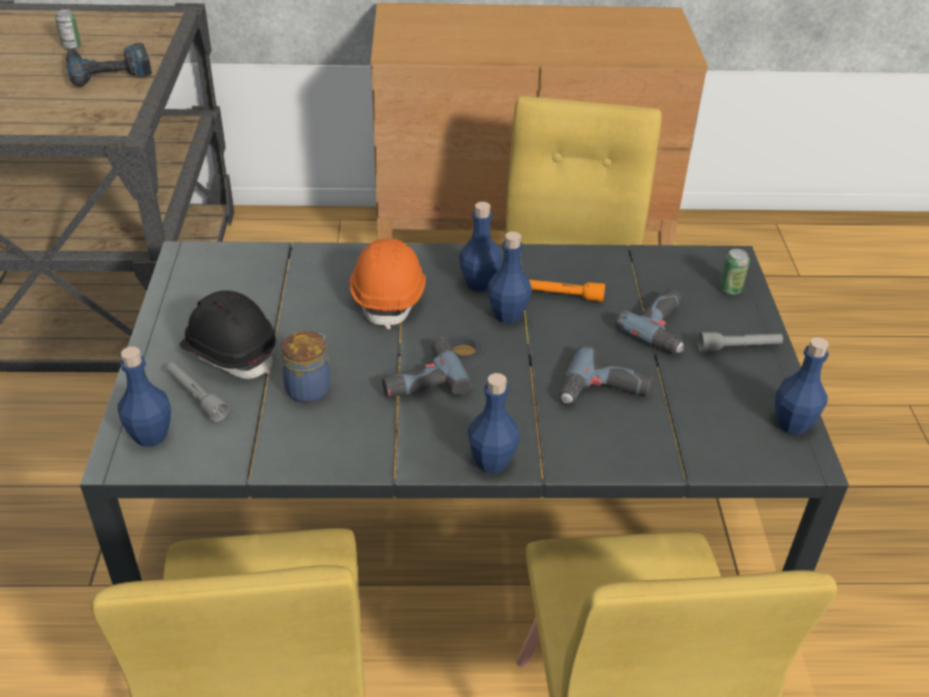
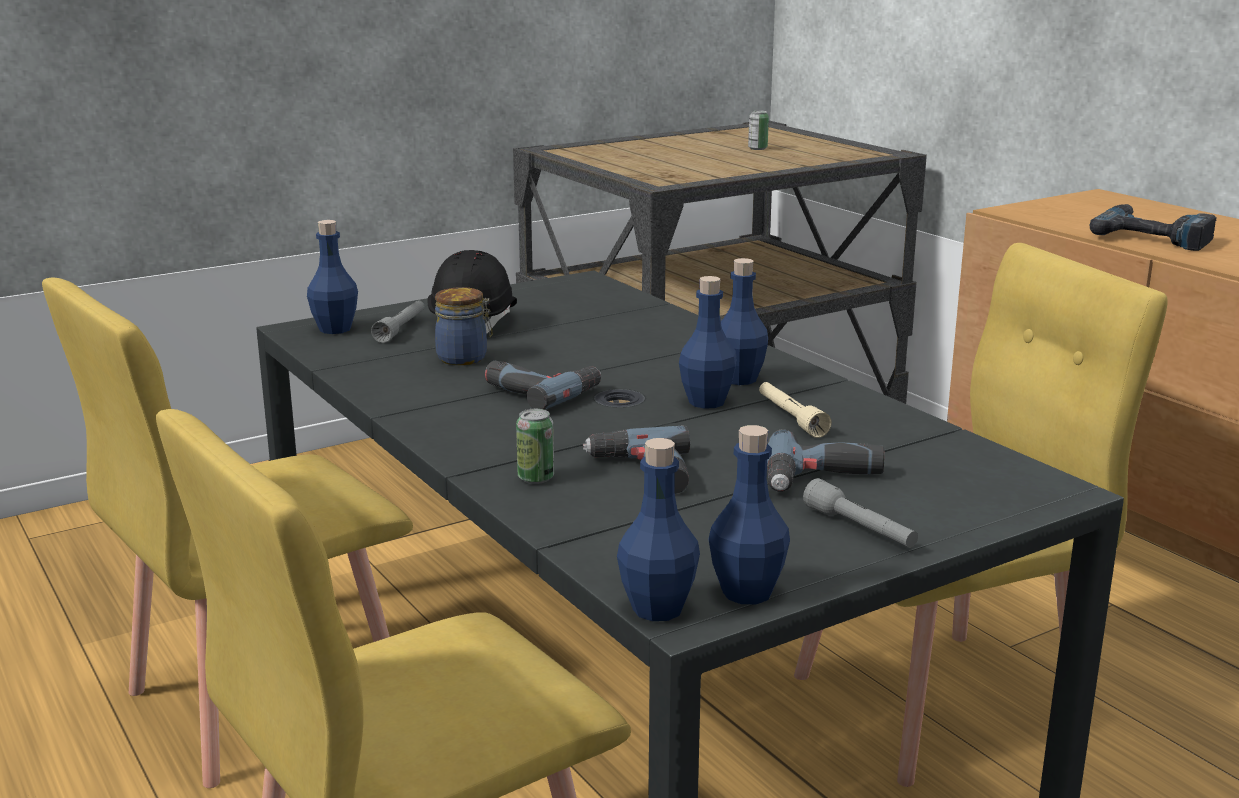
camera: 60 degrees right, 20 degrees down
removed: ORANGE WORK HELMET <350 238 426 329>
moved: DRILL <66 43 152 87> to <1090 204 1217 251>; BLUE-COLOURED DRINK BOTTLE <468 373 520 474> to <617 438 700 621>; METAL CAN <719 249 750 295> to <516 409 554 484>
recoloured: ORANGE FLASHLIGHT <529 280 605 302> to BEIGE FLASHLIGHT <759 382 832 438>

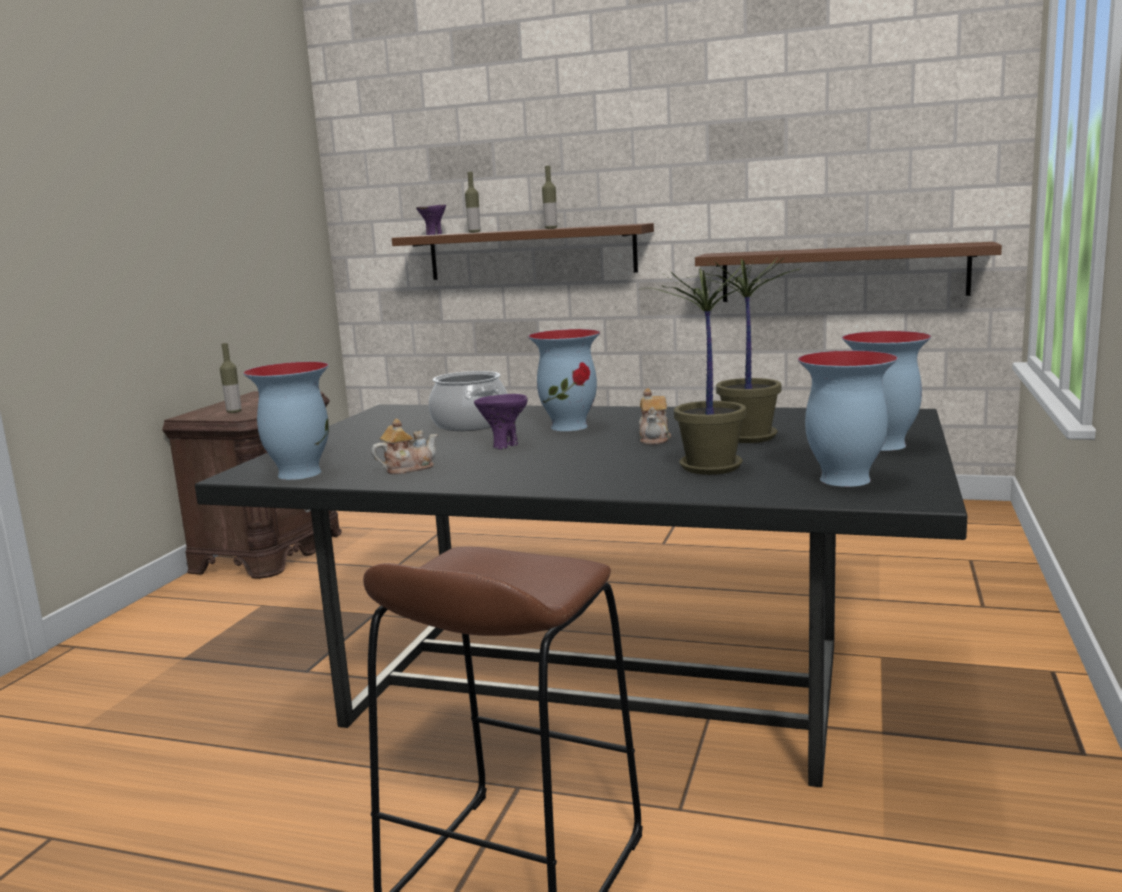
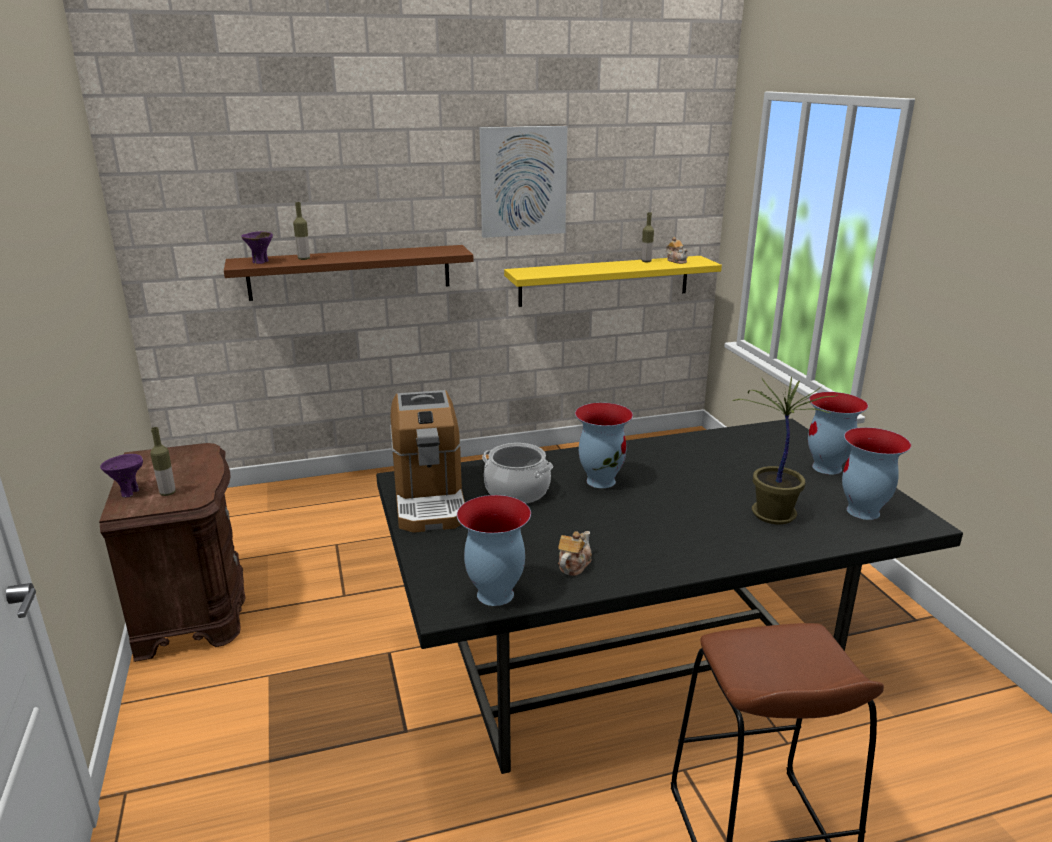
camera: 35 degrees left, 10 degrees up
removed: PLANT IN A POT <686 257 802 443>
added: COFFEE BREWER <390 390 465 533>; PICTURE <479 126 567 238>
moved: PURPLISH DEEP DISH <474 394 528 449> to <100 454 143 498>; DRINK BOTTLE <542 166 557 229> to <641 212 654 262>; POT FOR TEA <639 388 671 445> to <666 237 688 264>
recoloured: BROWN SHELF <695 242 1002 302> to YELLOW-COLOURED SHELF <504 256 722 307>

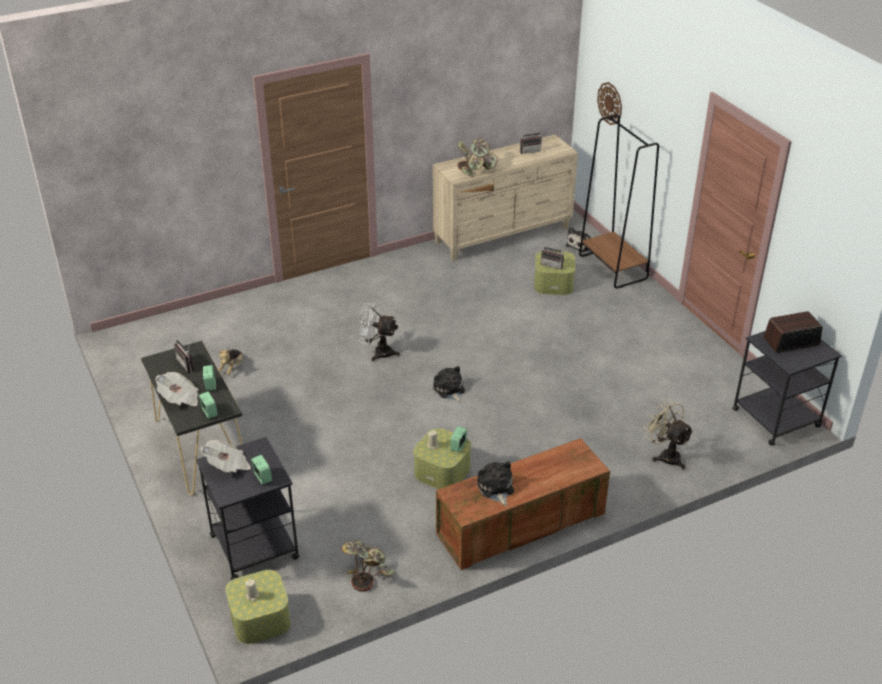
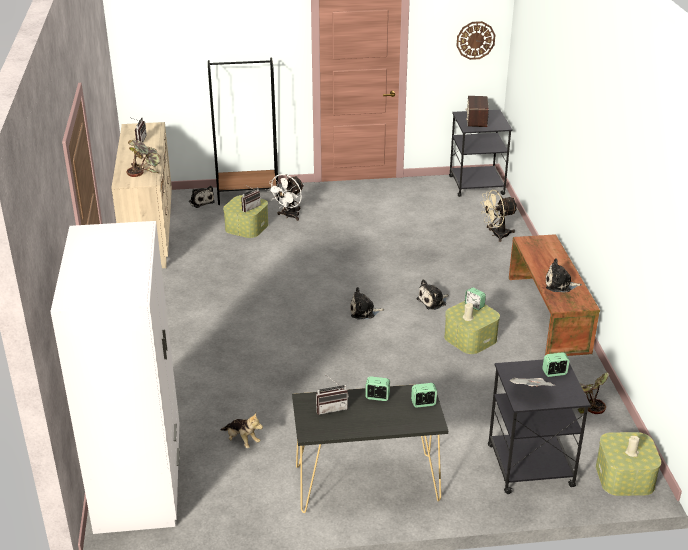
camera: 70 degrees left, 5 degrees down
removed: NEWSPAPER <155 372 199 406>
added: WHITE-COLOURED ARMOIRE <50 221 180 534>; SOFT TOY <417 279 449 310>
moved: WHITE-COLOURED ELECTRIC FAN <358 303 400 361> to <267 174 304 221>; CLOCK ON THE WALL <597 82 622 125> to <457 21 495 60>

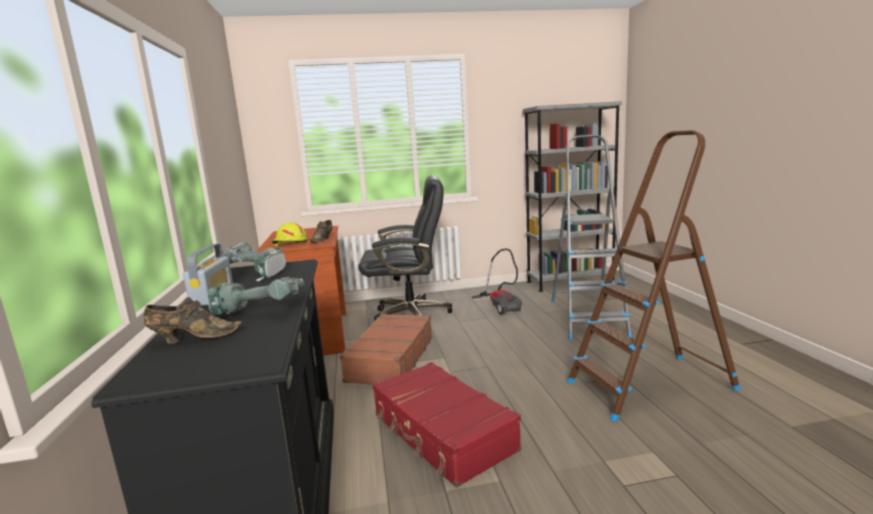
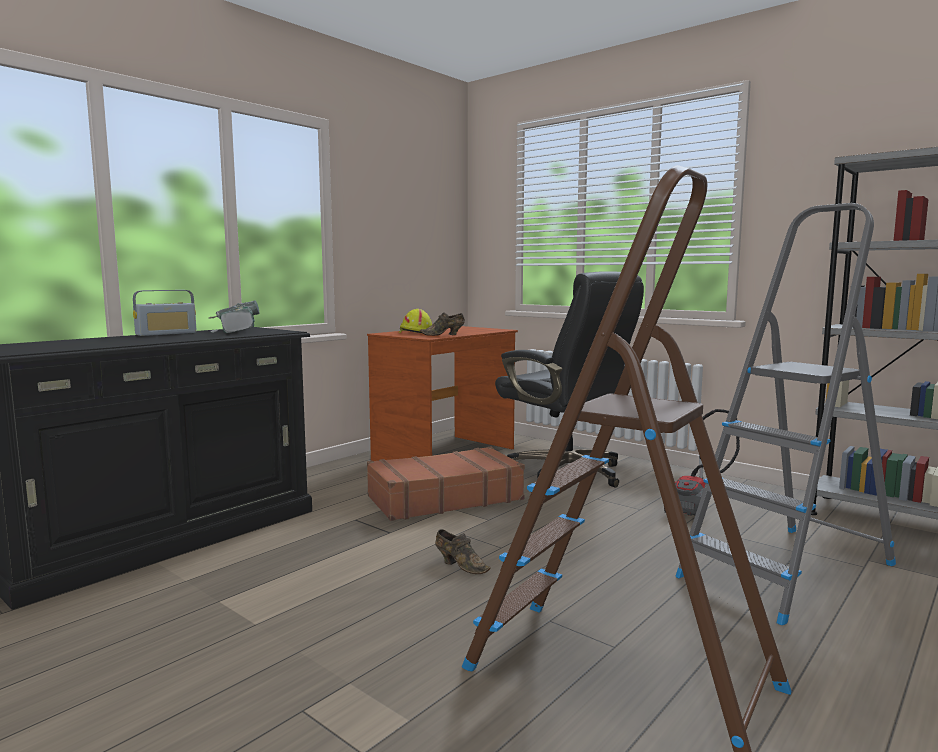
camera: 50 degrees right, 5 degrees down
removed: DRILL <208 277 304 315>; REDDISH TRAVEL CASE <373 362 521 488>
moved: BROWN SHOE <143 297 242 344> to <435 529 491 574>

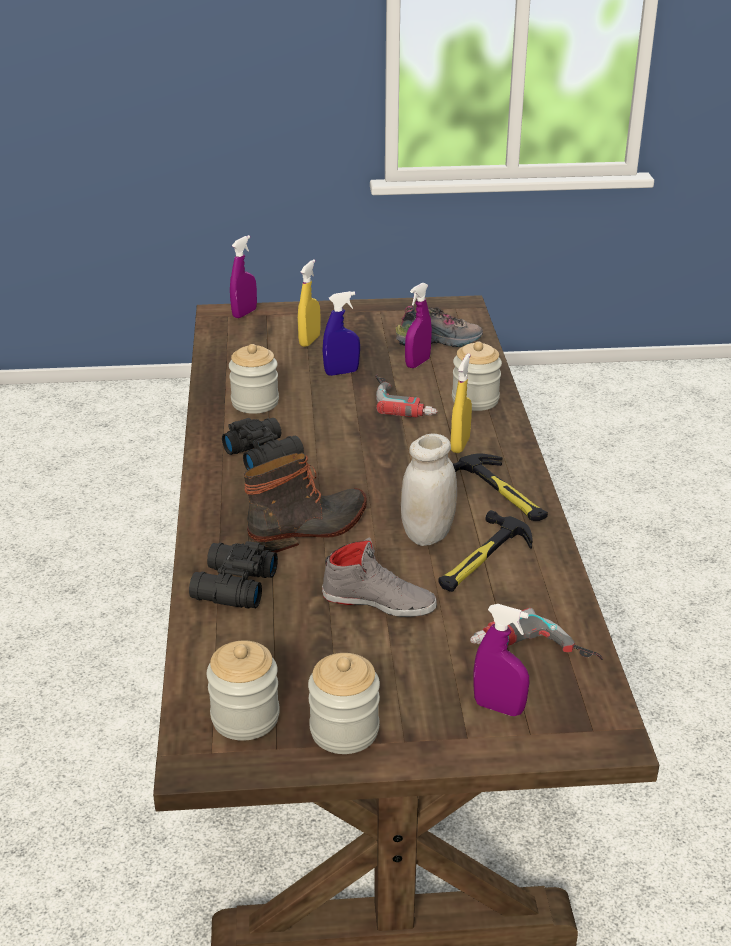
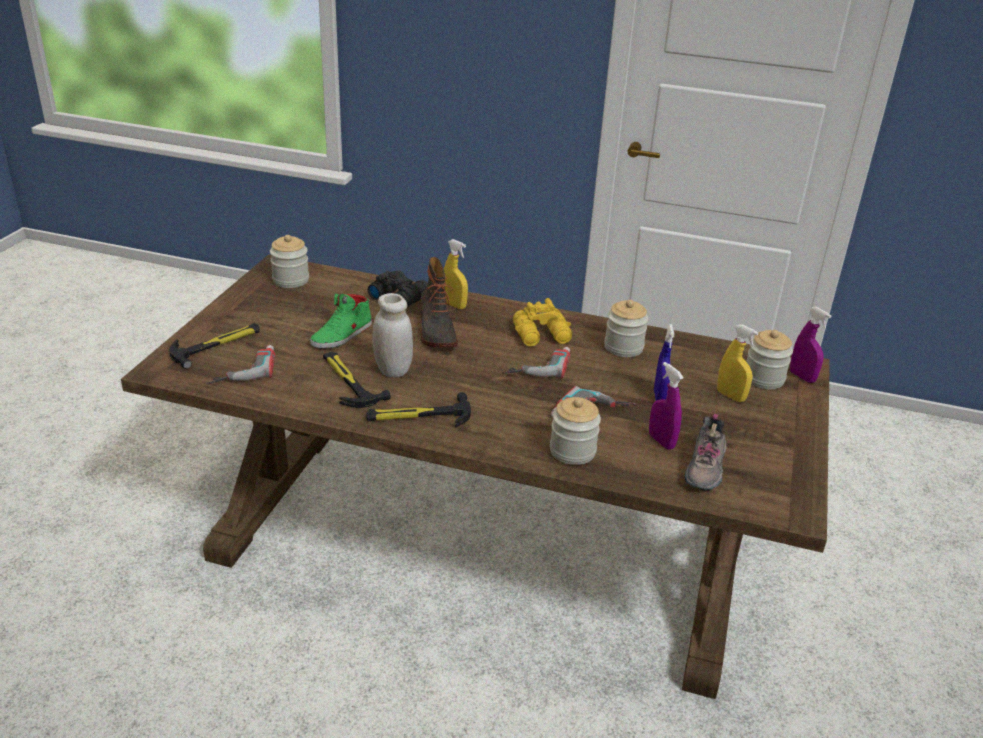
camera: 110 degrees right, 0 degrees up
added: DRILL <502 347 570 378>
moved: PRESERVE JAR <308 653 380 754> to <746 330 793 389>; YELLOW-COLOURED SPRAY BOTTLE <450 353 472 453> to <444 239 468 309>
replaced: PURPLISH SPRAY BOTTLE <473 604 529 716> to TOOL HAMMER <169 323 260 369>
recoloured: BLACKISH BINOCULARS <222 418 304 470> to YELLOW-COLOURED BINOCULARS <513 298 572 347>; GRAY SHOE <322 538 437 617> to GREEN-COLOURED SHOE <310 294 372 349>

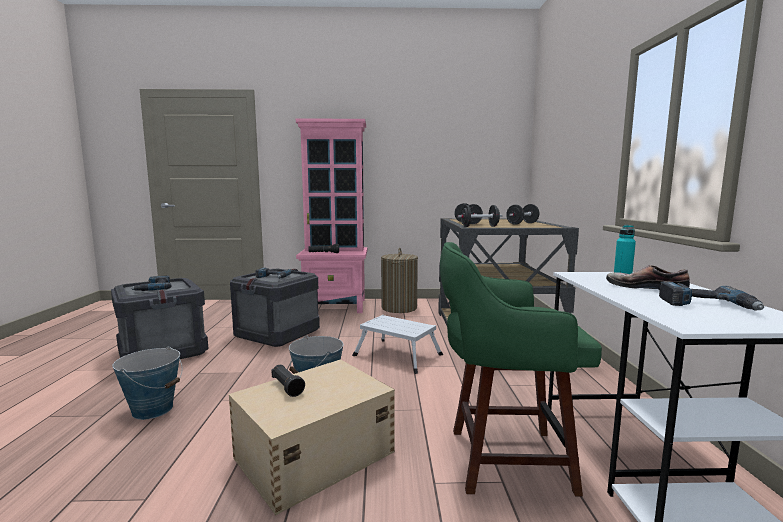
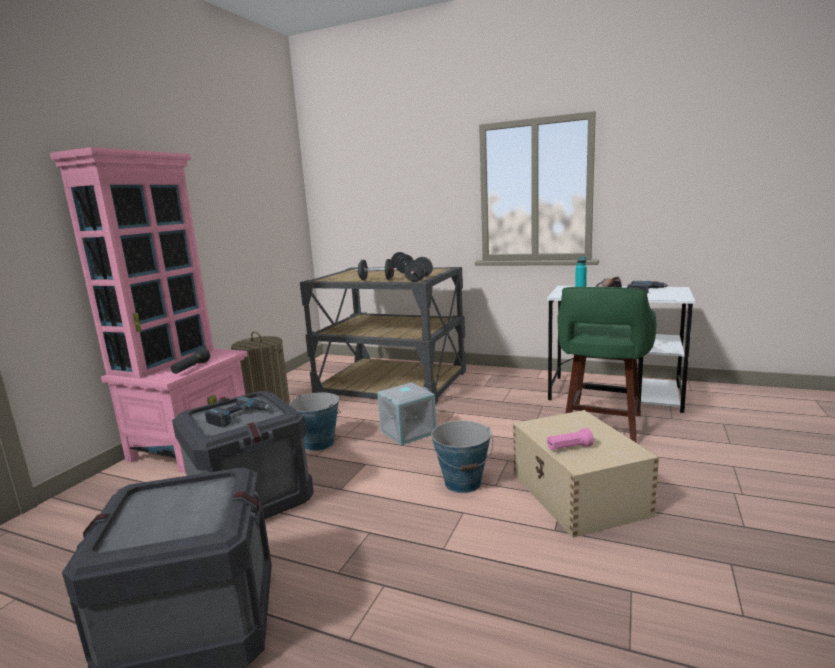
camera: 65 degrees left, 5 degrees up
removed: DRILL <130 275 172 291>
moved: BUCKET <112 346 183 420> to <289 392 341 451>
replaced: WHITE-COLOURED STEP STOOL <352 315 443 374> to GRAY STORAGE CONTAINER <377 383 436 445>
recoloured: BLACKISH FLASHLIGHT <271 365 305 397> to PINK FLASHLIGHT <547 428 594 450>

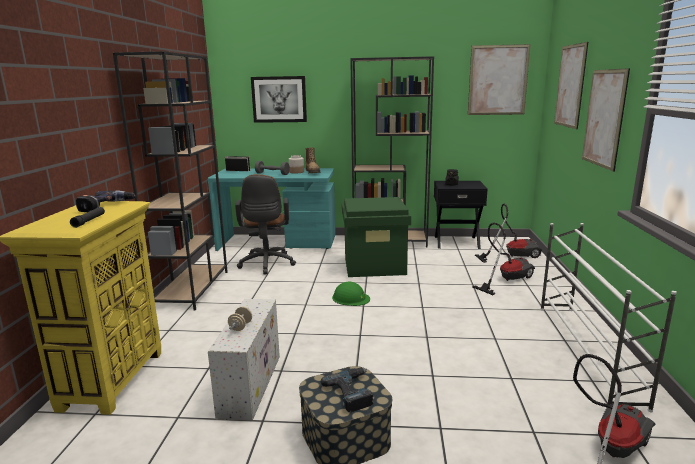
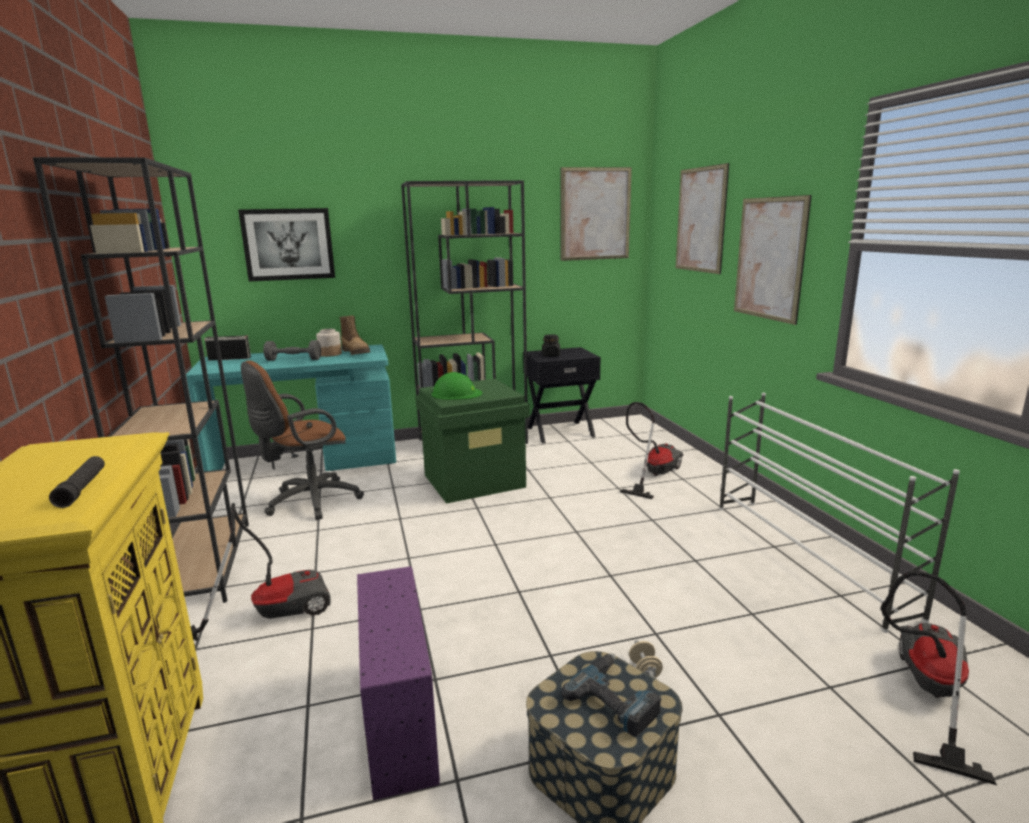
camera: 20 degrees left, 0 degrees up
removed: DRILL <76 191 136 212>
moved: BEIGE FREE WEIGHT <228 307 252 331> to <629 640 663 679>; GREEN-COLOURED WORK HELMET <332 282 370 306> to <432 372 482 400>; HOOVER <475 204 542 263> to <191 503 331 646>
recoloured: WHITE-COLOURED STORAGE CONTAINER <208 299 280 421> to PURPLISH STORAGE CONTAINER <357 566 440 800>
turned: BROWN OFFICE CHAIR <235 174 296 275> = <241 361 364 520> 75 degrees clockwise

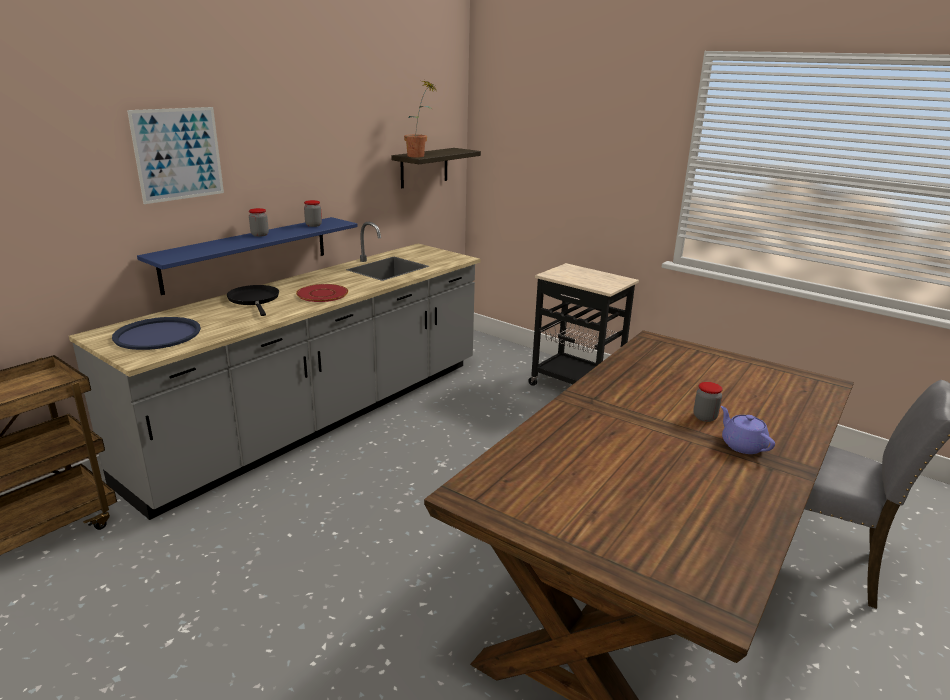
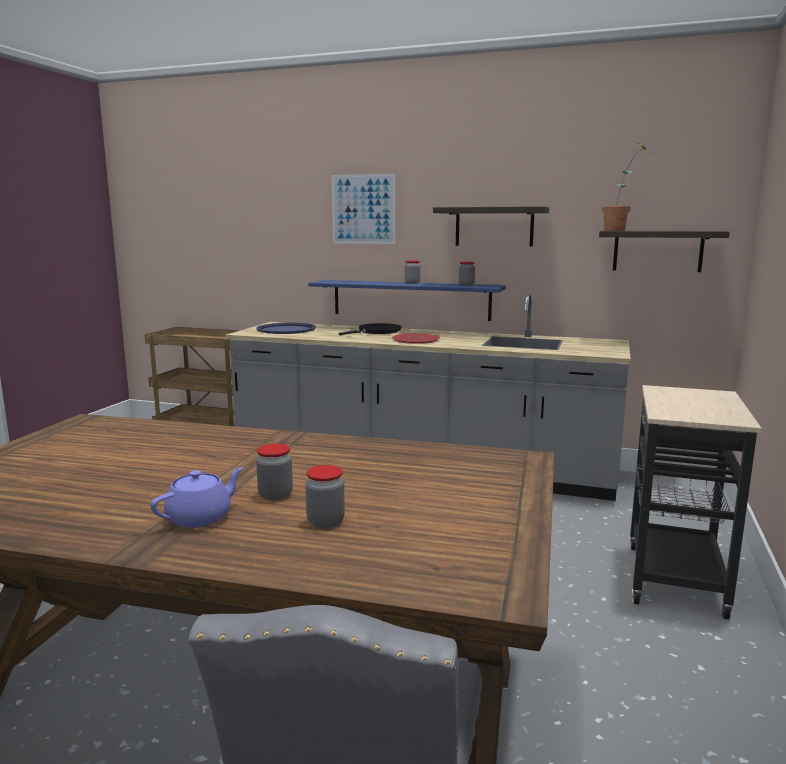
camera: 70 degrees right, 10 degrees down
added: PRESERVE JAR <305 465 345 528>; SHELF <433 206 549 247>

